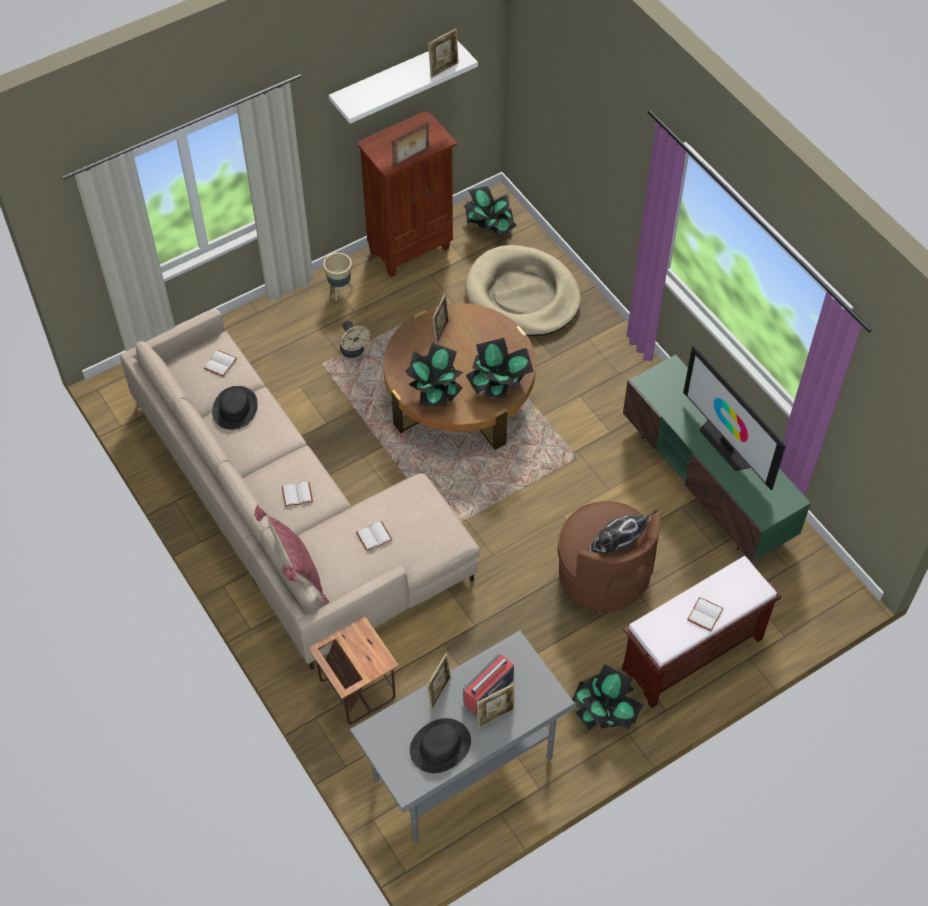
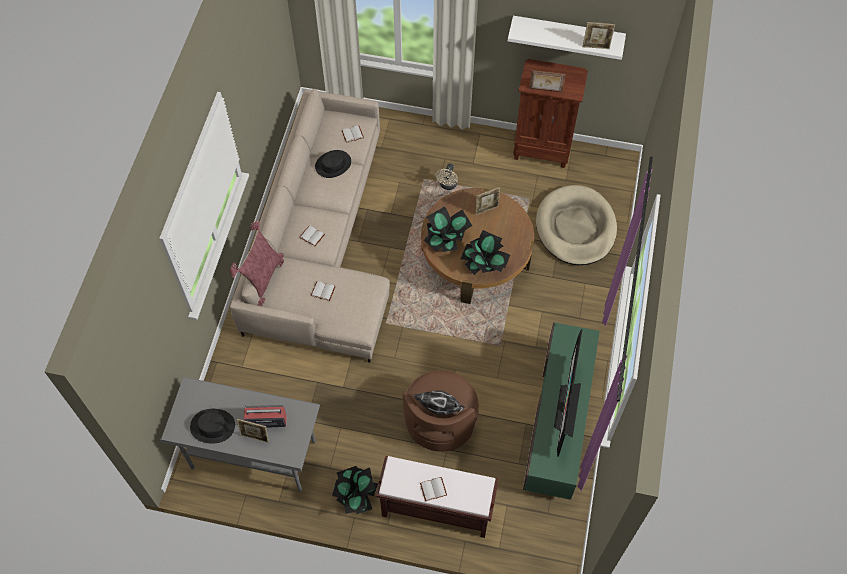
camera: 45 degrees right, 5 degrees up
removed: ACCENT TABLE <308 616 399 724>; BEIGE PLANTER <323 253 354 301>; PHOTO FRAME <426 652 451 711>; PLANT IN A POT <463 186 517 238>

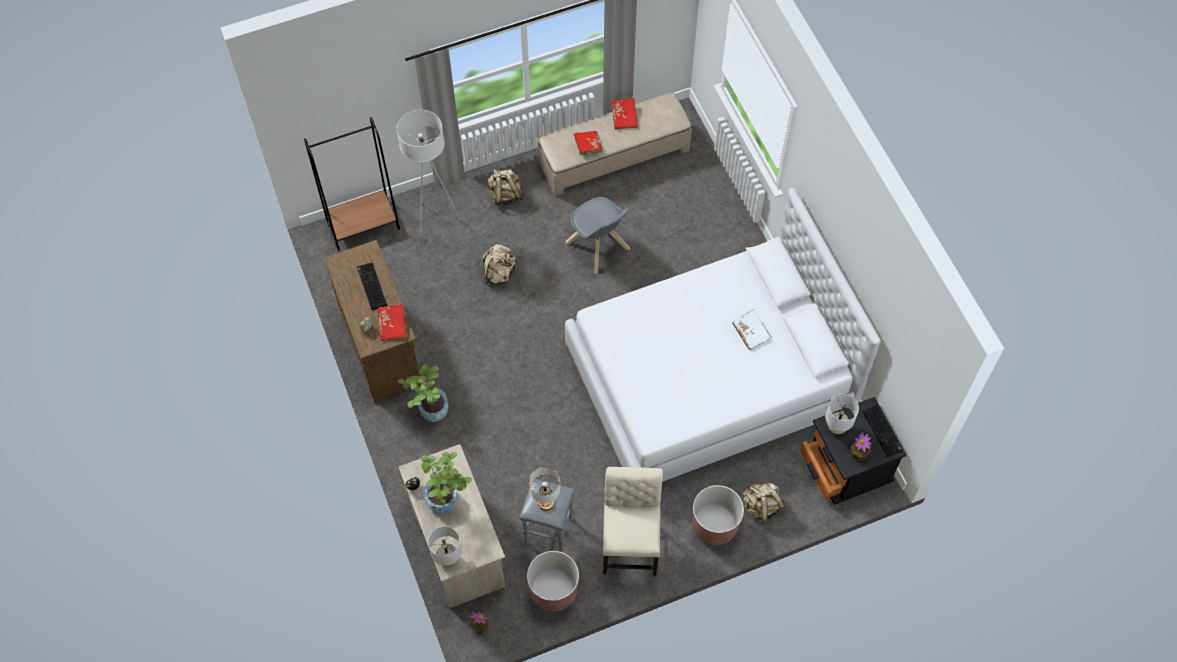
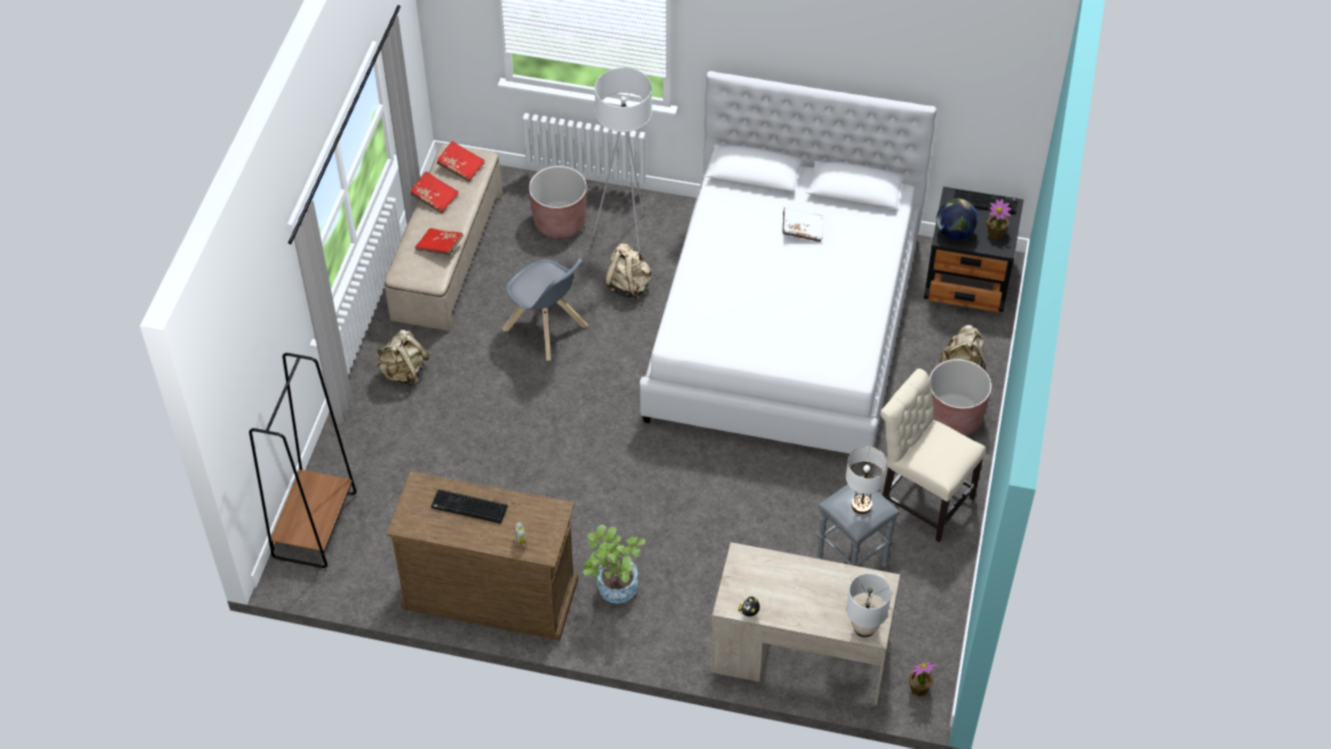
camera: 55 degrees left, 10 degrees down
removed: PLANT IN A POT <421 452 472 514>
moved: REDDISH VOLUME <377 304 407 341> to <437 141 485 182>; WHITE-COLOURED STANDARD LAMP <397 110 461 240> to <593 68 652 253>; BEIGE BACKPACK <483 244 517 287> to <605 244 652 299>; BROWN PLANTER <527 551 579 611> to <529 166 587 238>
replaced: WHITE-COLOURED TABLE LAMP <825 394 859 435> to WORLD GLOBE <936 199 978 240>
turned: GRAY PLAIN CHAIR <566 197 630 274> = <503 258 588 361> 45 degrees clockwise

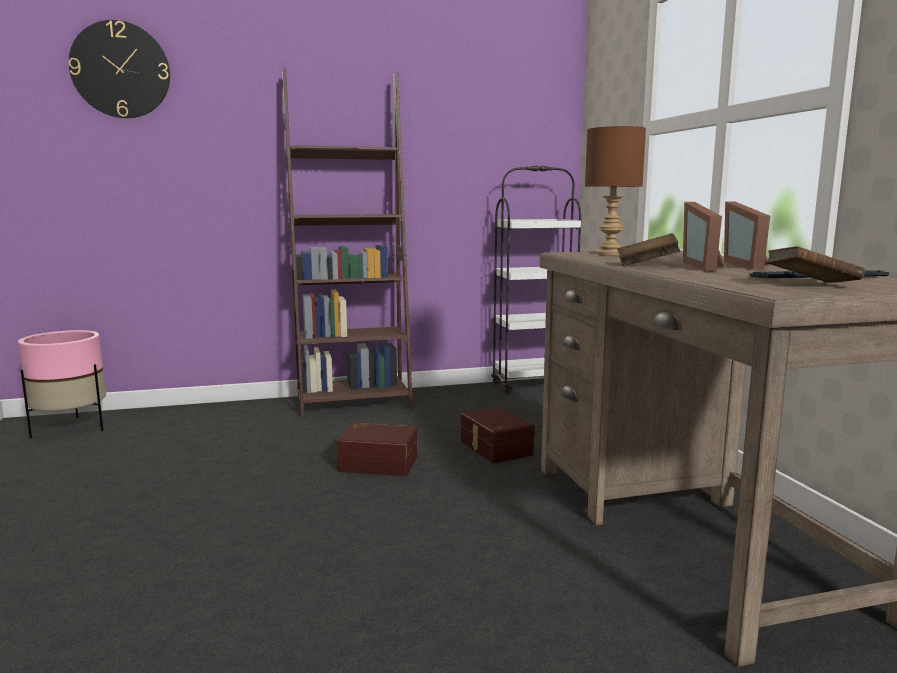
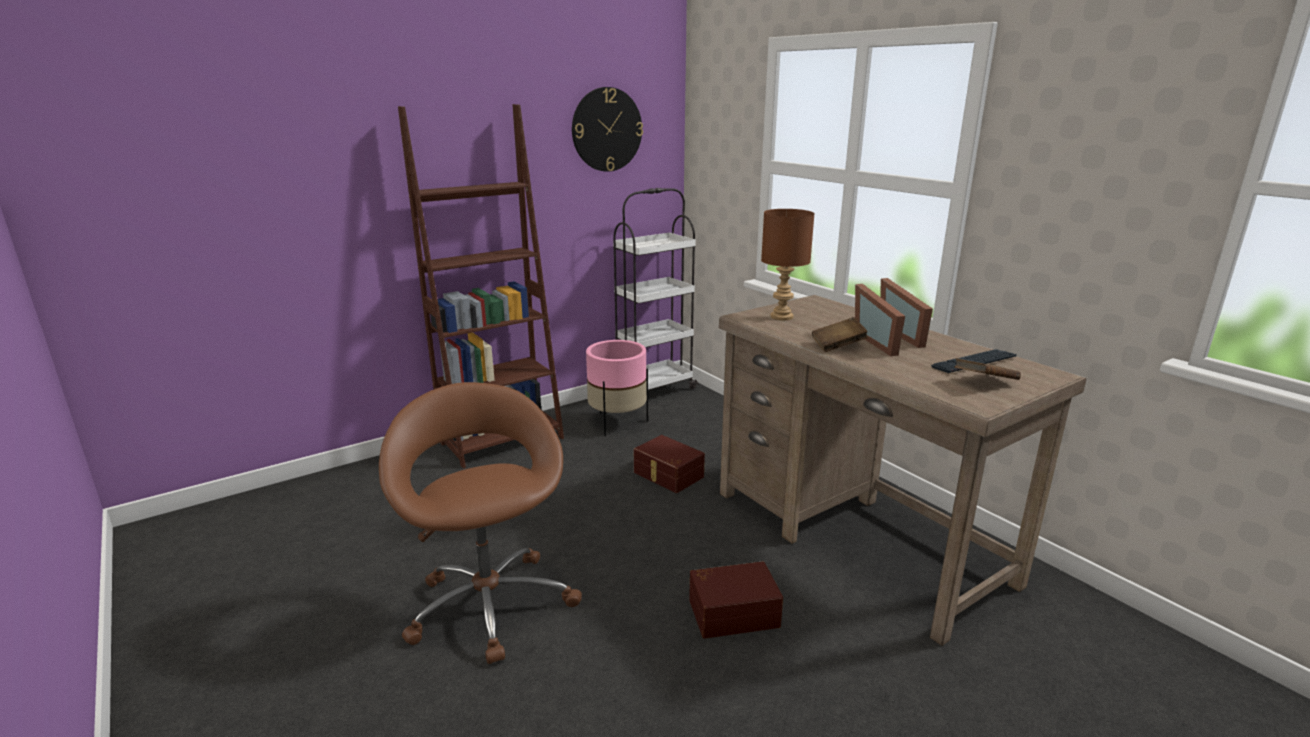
camera: 20 degrees left, 10 degrees up
added: BROWN OFFICE CHAIR <379 382 582 664>
moved: PINK PLANTER <18 330 106 438> to <586 340 648 436>; CLOCK ON THE WALL <68 20 170 118> to <572 87 643 172>; BROWN STORAGE CONTAINER <337 423 417 476> to <689 561 783 639>

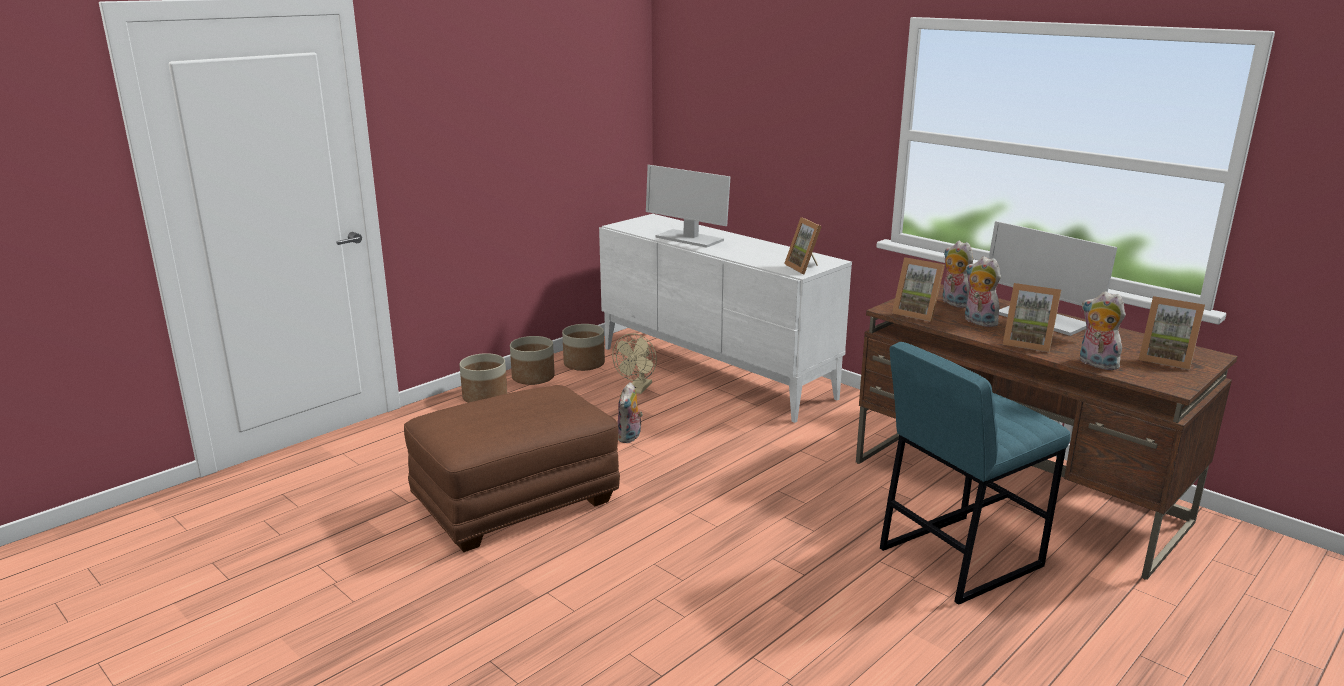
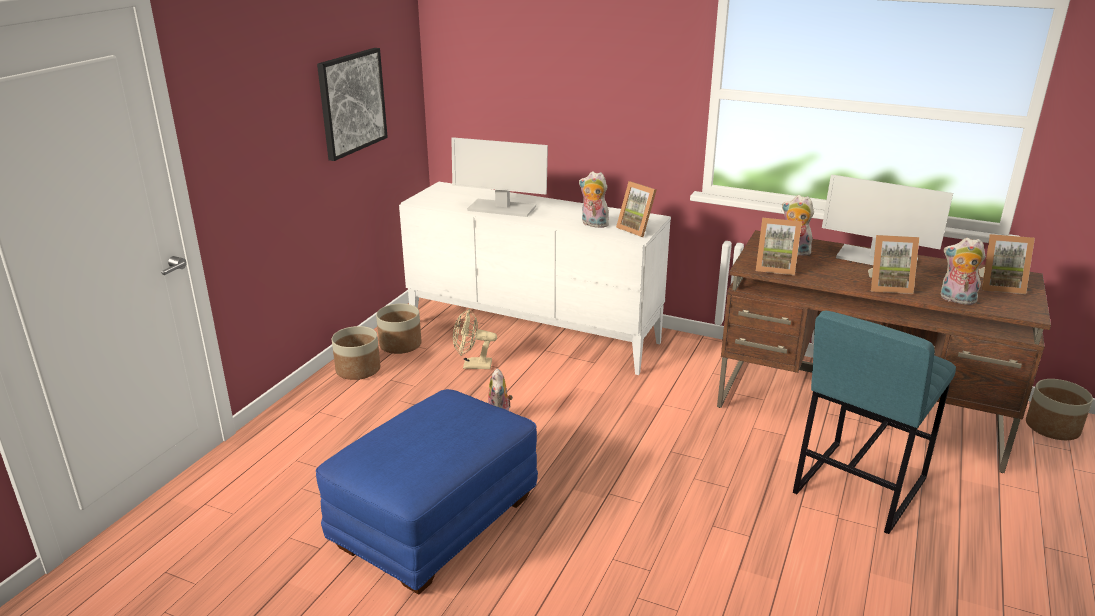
camera: 20 degrees left, 5 degrees up
added: PICTURE <317 48 388 161>
moved: PLANTER <460 353 507 403> to <1026 379 1093 440>; SOFT TOY <965 256 1003 327> to <579 171 609 228>
recoloured: BROWN OTTOMAN <404 385 620 552> to BLUE-COLOURED OTTOMAN <316 389 538 595>
turned: BEIGE ELECTRIC FAN <612 333 657 394> = <453 309 497 369> 90 degrees clockwise

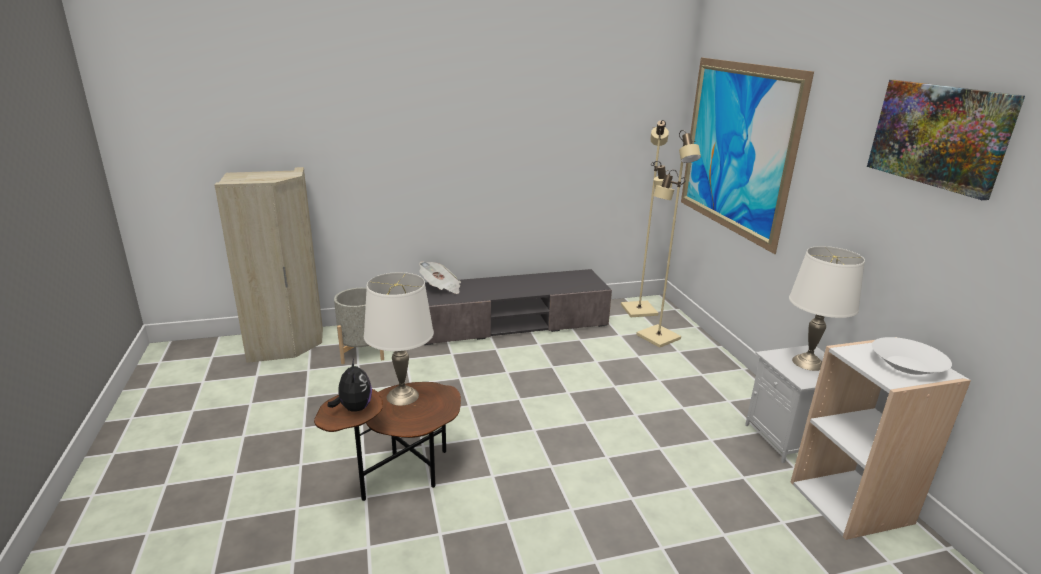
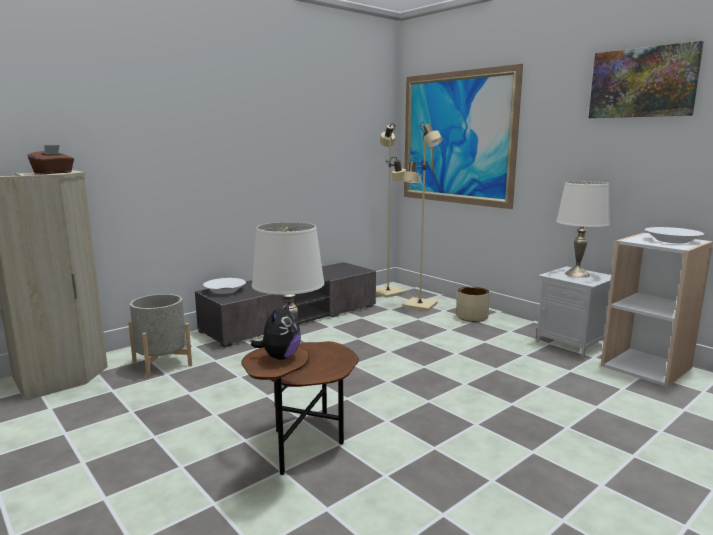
camera: 25 degrees left, 10 degrees down
added: BROWN BOX OF TISSUES <28 145 74 174>; BEIGE PLANTER <456 287 490 322>
replaced: NEWSPAPER <419 261 461 294> to WHITE-COLOURED DEEP DISH <203 278 246 294>
turned: SOFT TOY <328 359 372 412> = <251 301 301 360> 60 degrees clockwise

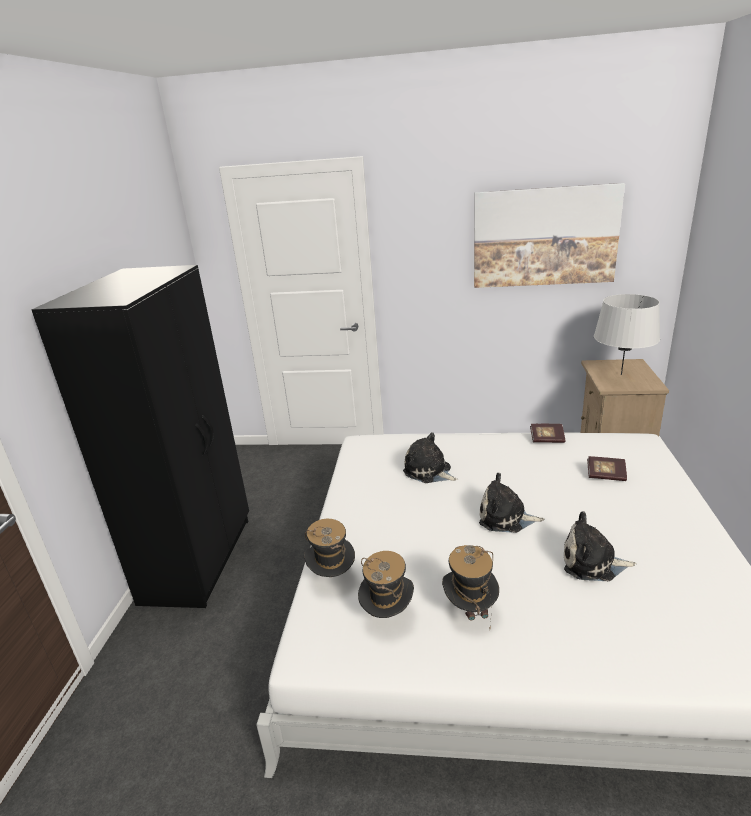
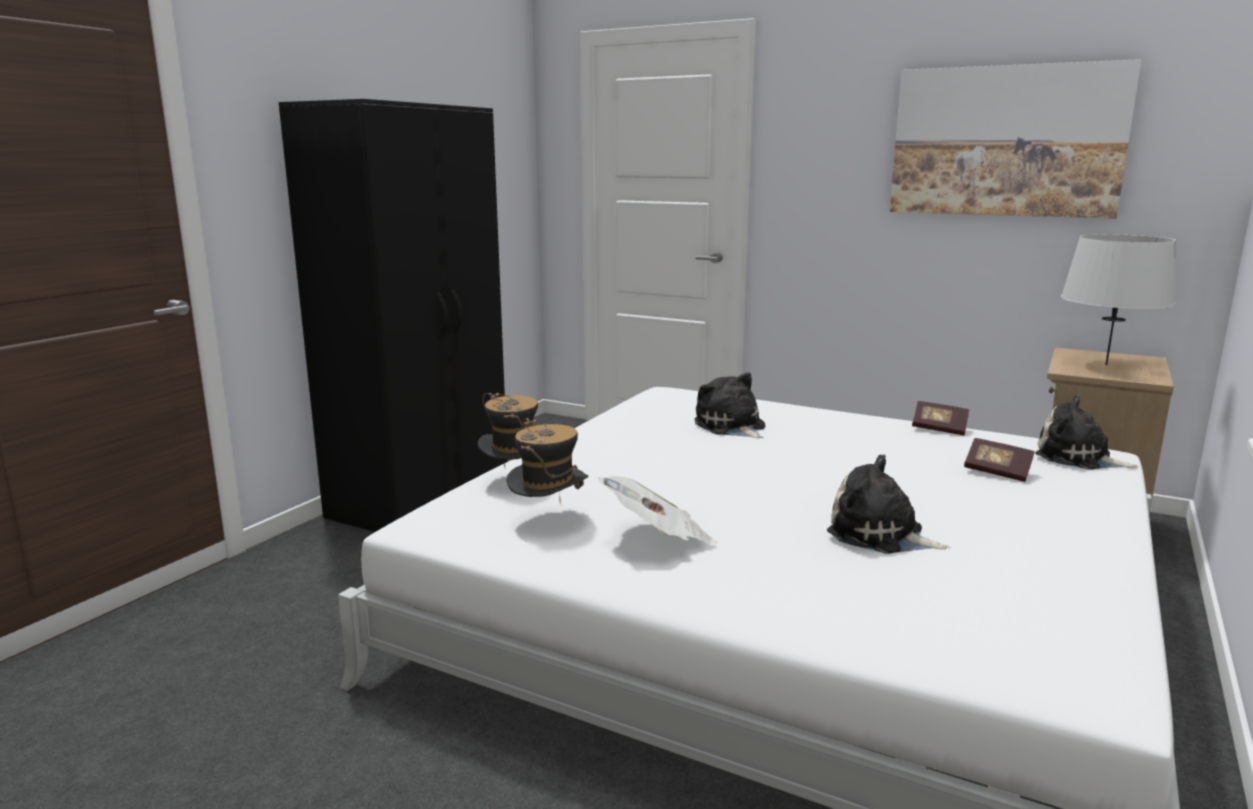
camera: 20 degrees right, 10 degrees down
moved: SOFT TOY <479 473 544 533> to <1035 396 1138 470>
replaced: WEARABLE HAT <442 545 499 629> to NEWSPAPER <598 476 717 543>

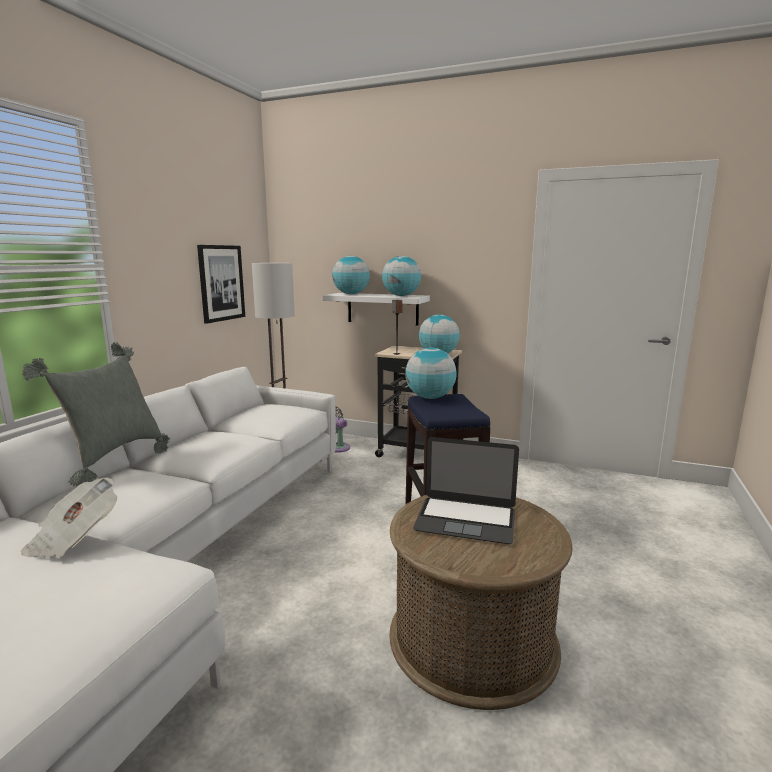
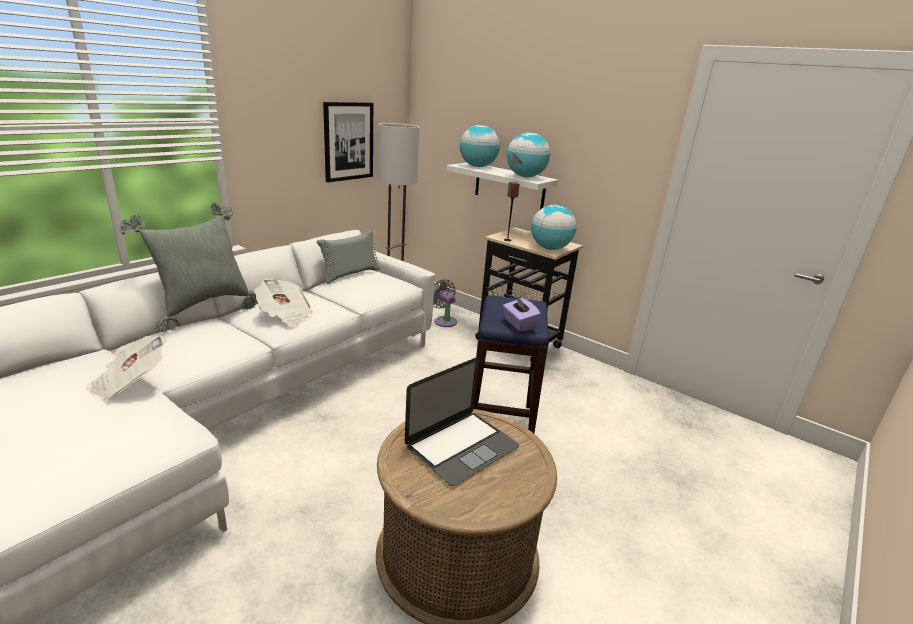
camera: 15 degrees right, 10 degrees up
removed: WORLD GLOBE <405 347 457 399>
added: NEWSPAPER <254 278 313 326>; GRAY THROW PILLOW <316 230 380 284>; PURPLISH BOX OF TISSUES <503 296 541 332>
turned: PORTABLE COMPUTER <413 437 519 544> = <405 358 519 486> 75 degrees counterclockwise

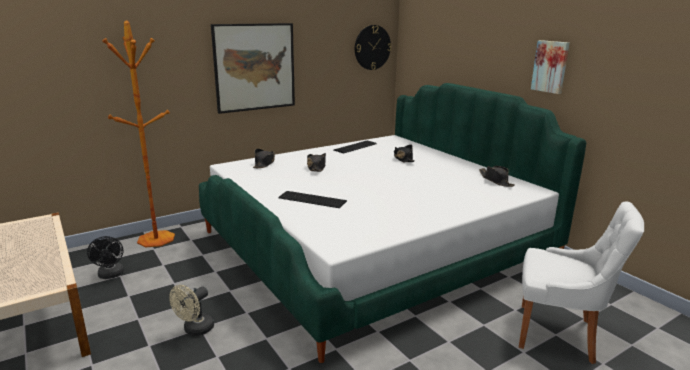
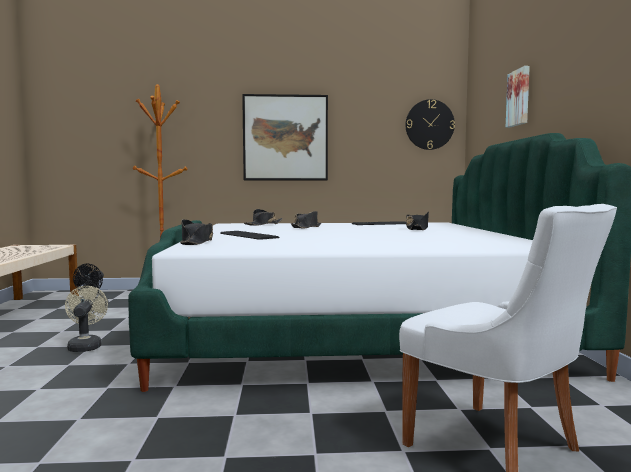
camera: 30 degrees right, 15 degrees down
moved: BLACKISH WEARABLE HAT <479 166 515 187> to <180 219 213 245>; PICTURE <531 40 570 94> to <506 66 530 127>
turned: BEIGE ELECTRIC FAN <169 285 214 336> = <65 286 108 352> 105 degrees clockwise

